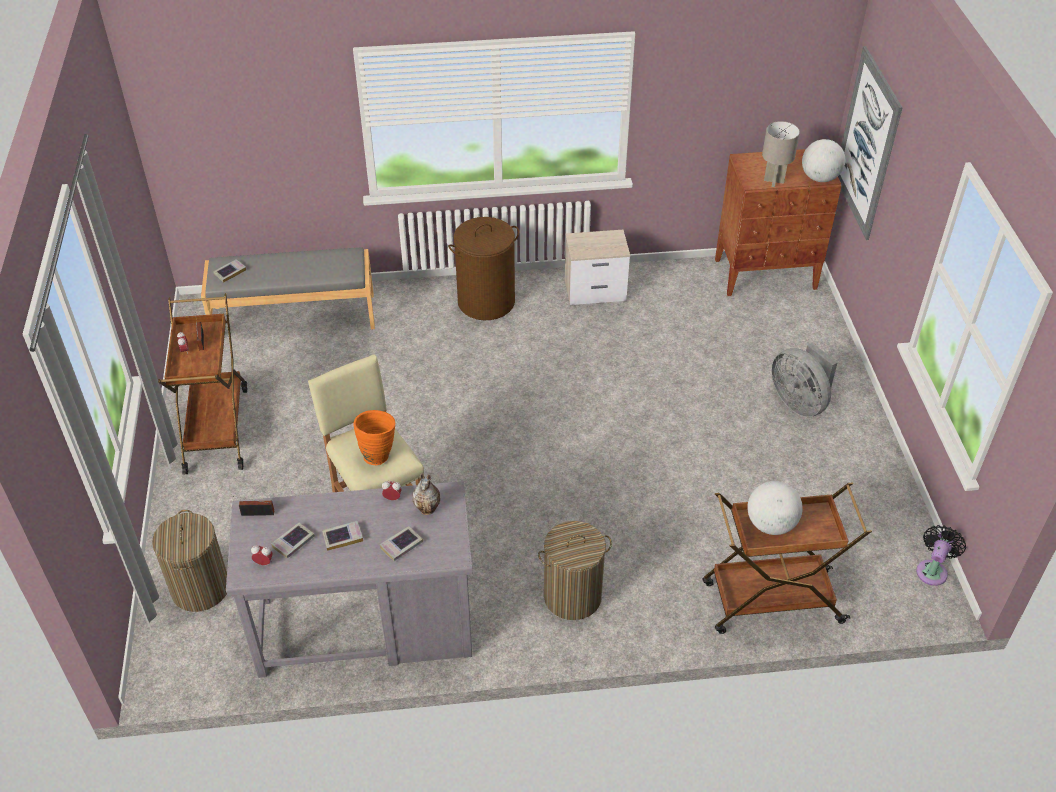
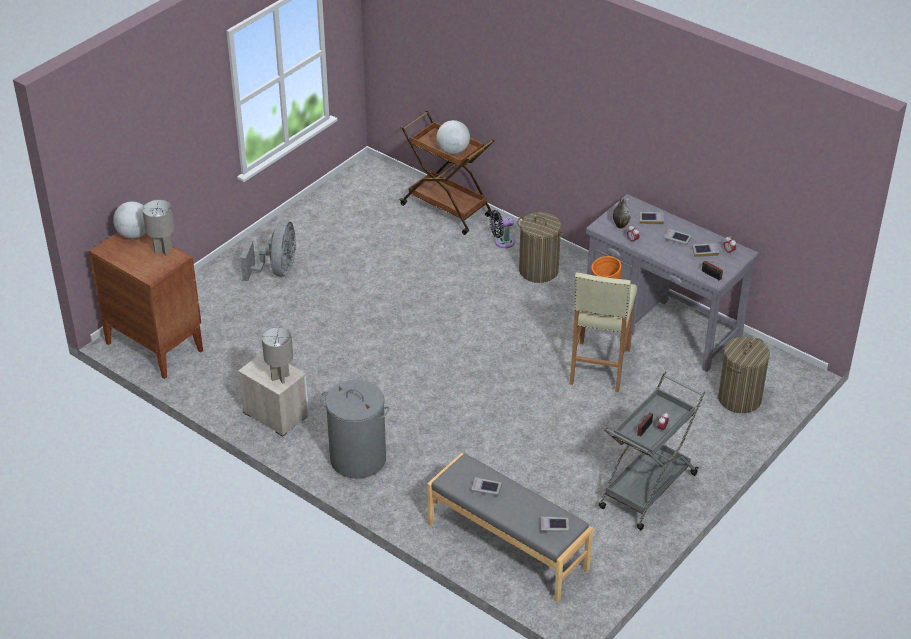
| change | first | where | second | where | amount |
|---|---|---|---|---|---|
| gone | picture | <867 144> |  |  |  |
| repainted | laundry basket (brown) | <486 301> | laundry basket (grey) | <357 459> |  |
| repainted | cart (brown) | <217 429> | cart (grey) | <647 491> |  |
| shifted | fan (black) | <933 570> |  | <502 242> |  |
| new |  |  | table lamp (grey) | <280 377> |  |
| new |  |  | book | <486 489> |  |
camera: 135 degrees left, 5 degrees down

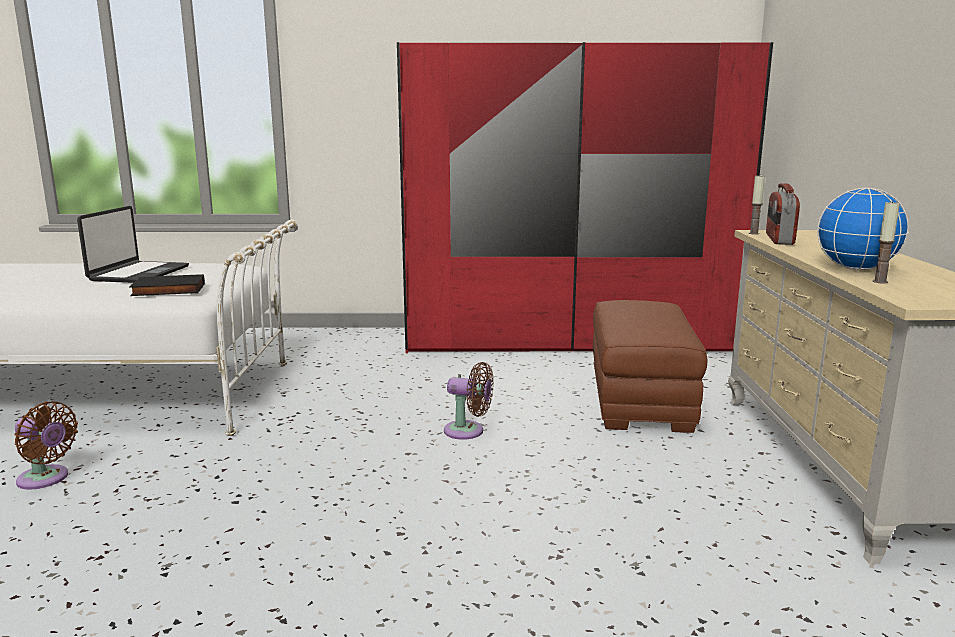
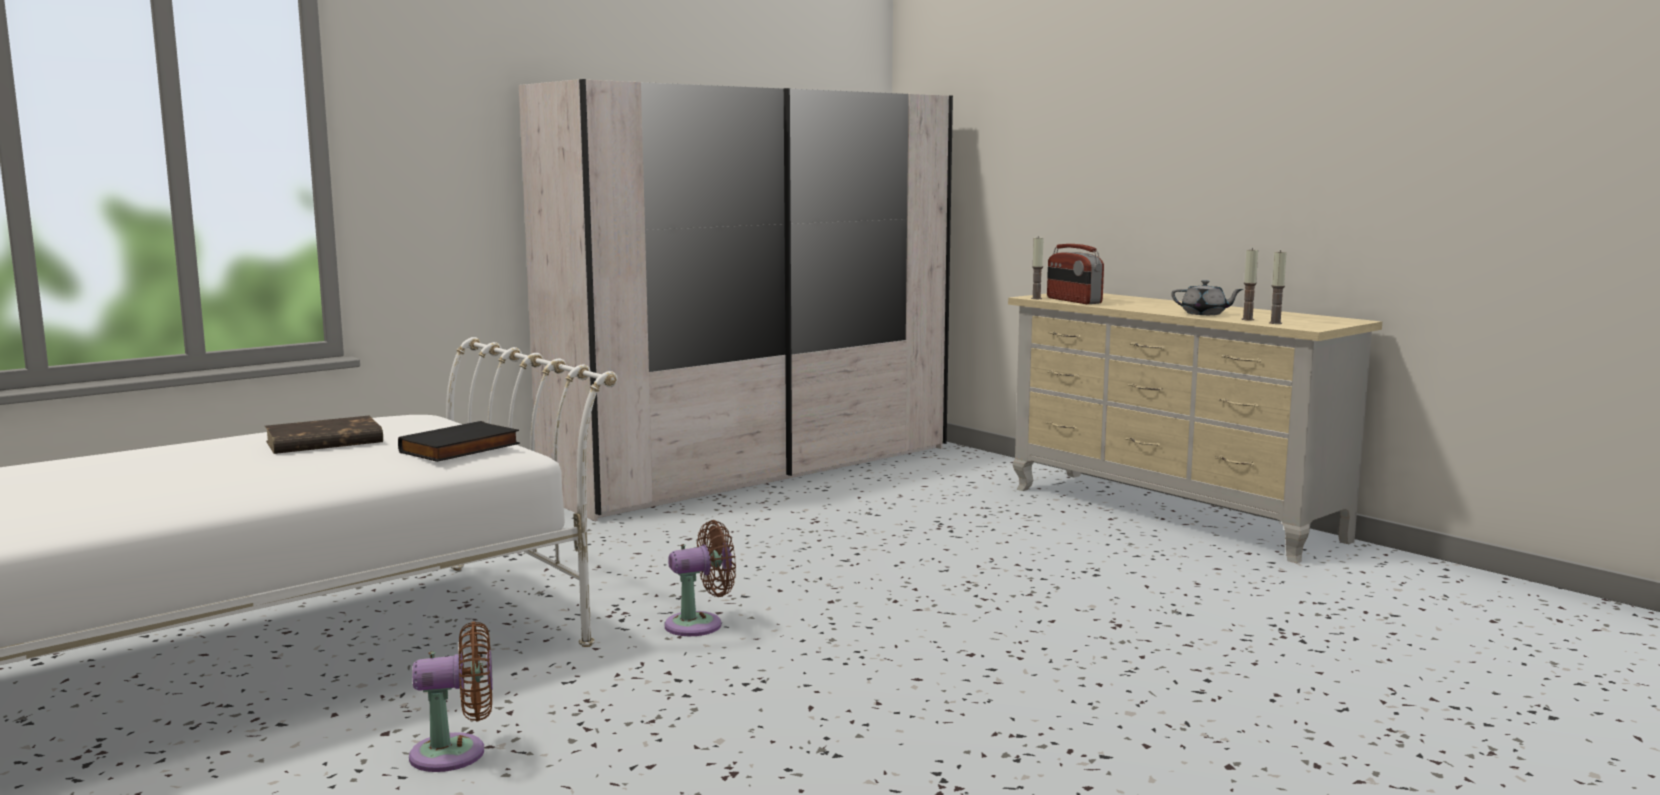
| change | first | where | second | where | amount |
|---|---|---|---|---|---|
| repainted | wardrobe (red) | <569 340> | wardrobe (white) | <757 470> |  |
| swapped | globe | <856 269> | teapot (grey) | <1204 314> |  |
| swapped | laptop | <138 274> | book (brown) | <323 442> |  |
| gone | ottoman (brown) | <641 400> |  |  |  |
| shifted | fan (brown) | <468 431> |  | <700 624> |  |
| new |  |  | candle | <1275 323> |  |
camera: 40 degrees left, 5 degrees down

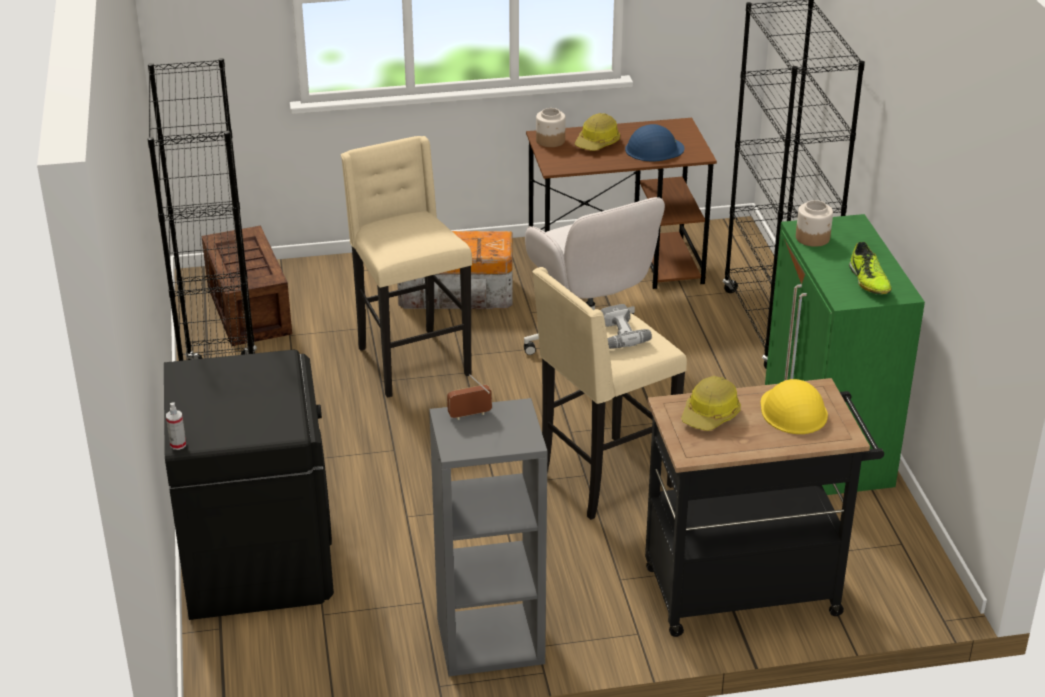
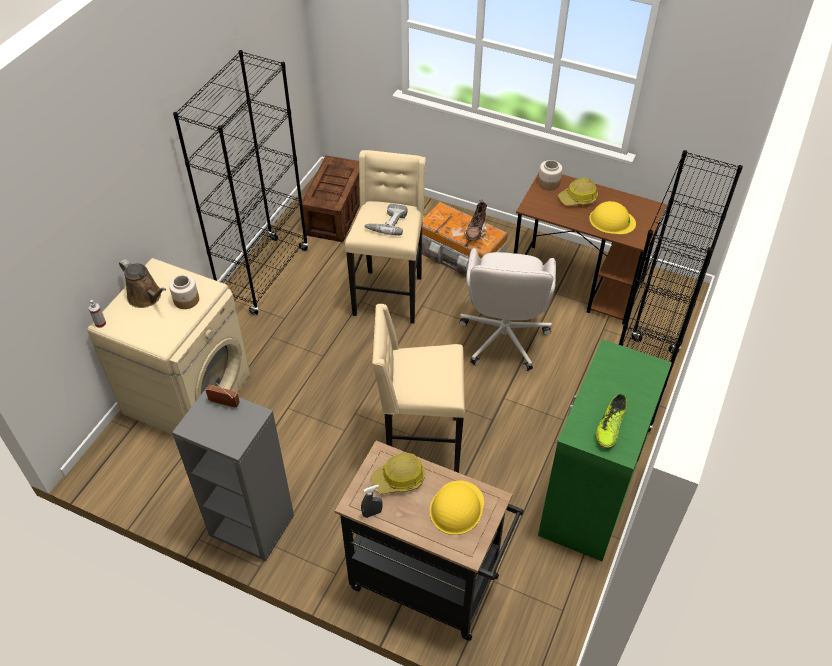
| change | first | where | second | where | amount |
|---|---|---|---|---|---|
| repainted | hard hat (blue) | <654 149> | hard hat (yellow) | <612 221> |  |
| shifted | jar | <813 238> |  | <186 300> |  |
| shifted | power drill | <613 335> |  | <387 223> |  |
| repainted | washing machine (black) | <259 557> | washing machine (beige) | <190 391> |  |
| new |  |  | boot (brown) | <475 232> |  |
| new |  |  | watering can (brown) | <146 297> |  |
| new |  |  | spray bottle (grey) | <372 513> |  |
camera: 35 degrees right, 15 degrees up

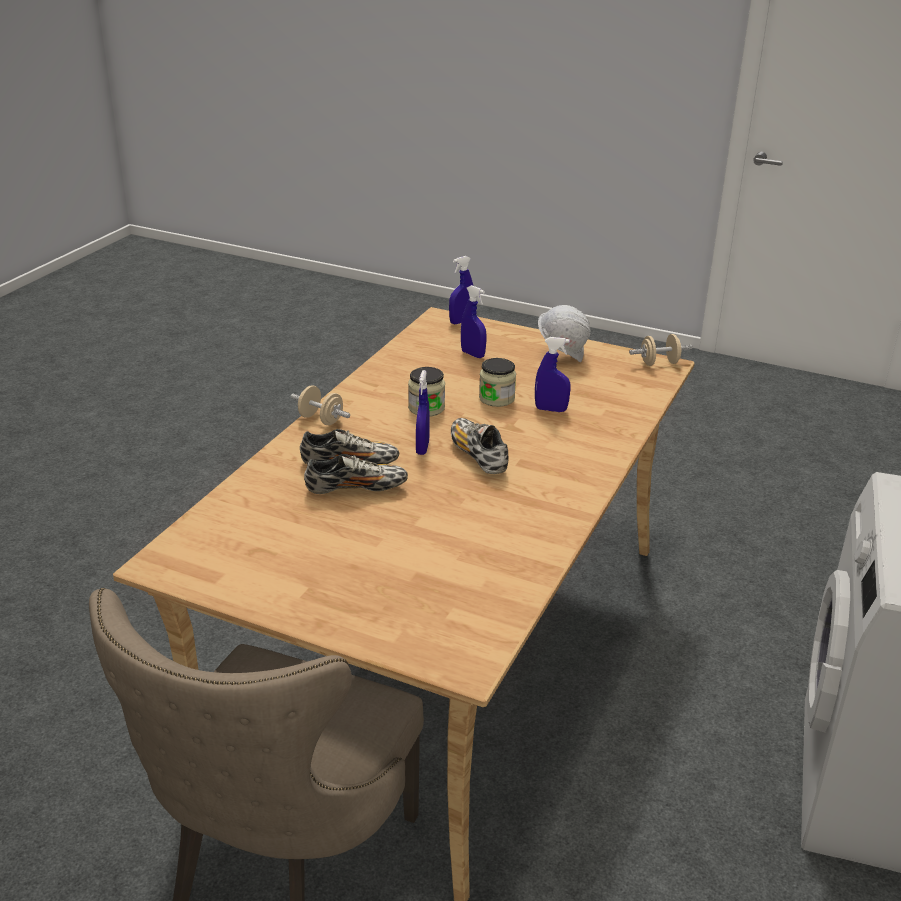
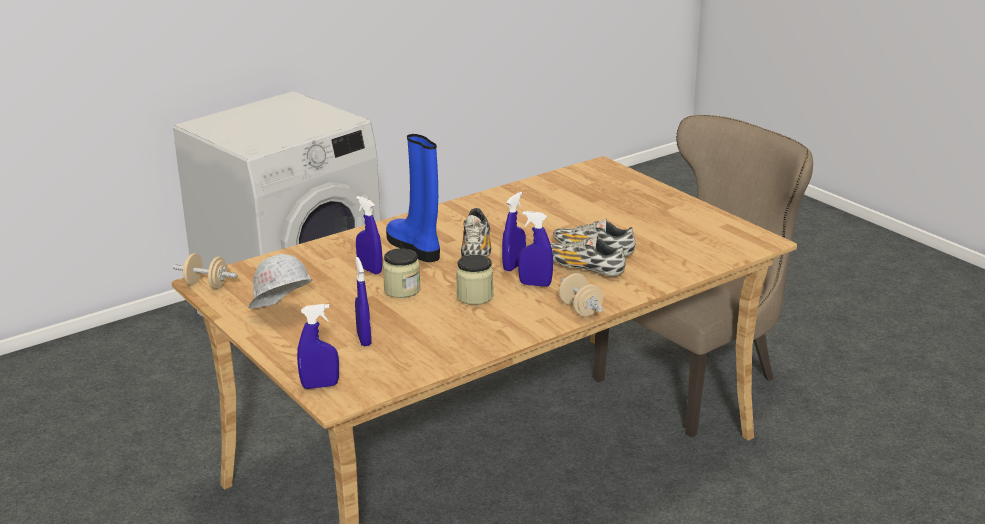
| change | first | where | second | where | amount |
|---|---|---|---|---|---|
| new |  |  | boot (blue) | <415 248> |  |
| new |  |  | spray bottle (blue) | <535 284> |  |
camera: 150 degrees left, 5 degrees down

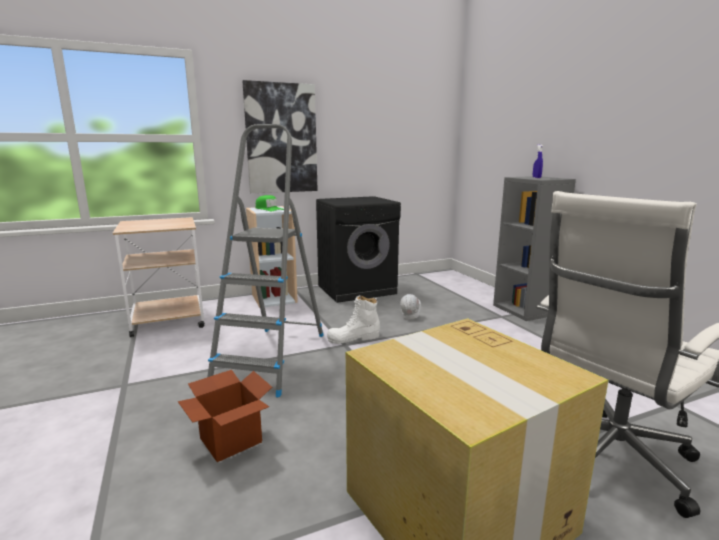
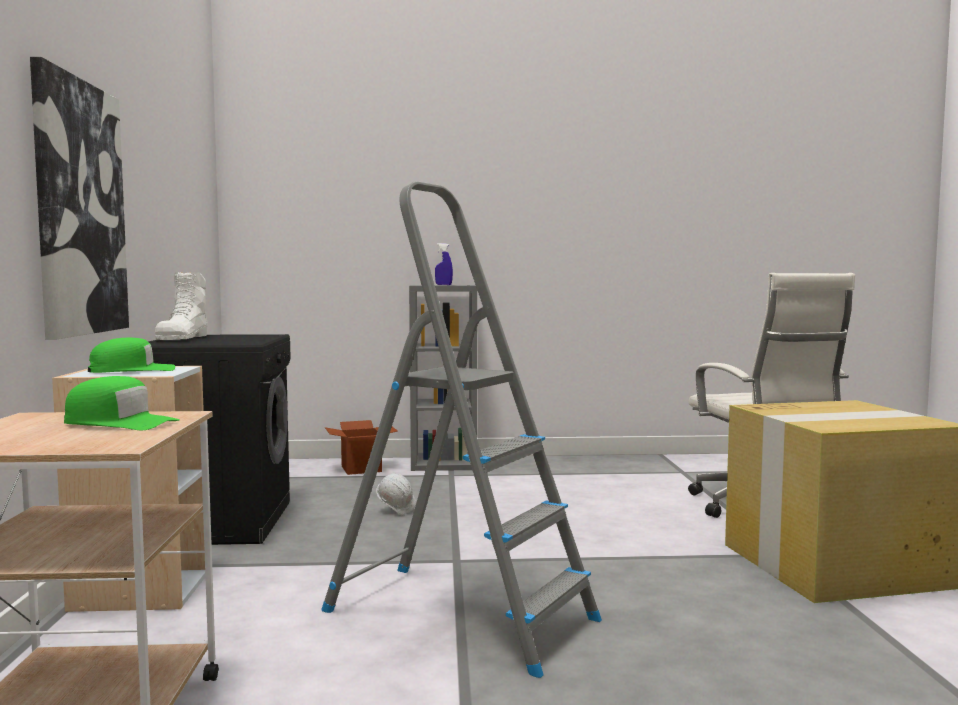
| change | first | where | second | where | amount |
|---|---|---|---|---|---|
| shifted | boot (white) | <354 338> |  | <183 338> |  |
| shifted | cardboard box | <231 440> |  | <361 469> |  |
| new |  |  | cap (green) | <120 423> |  |
camera: 70 degrees left, 10 degrees down

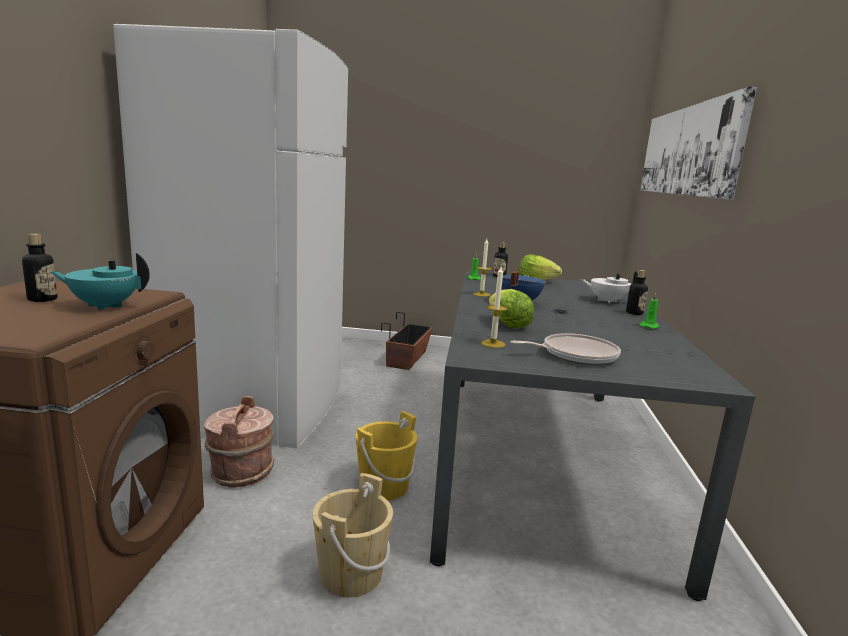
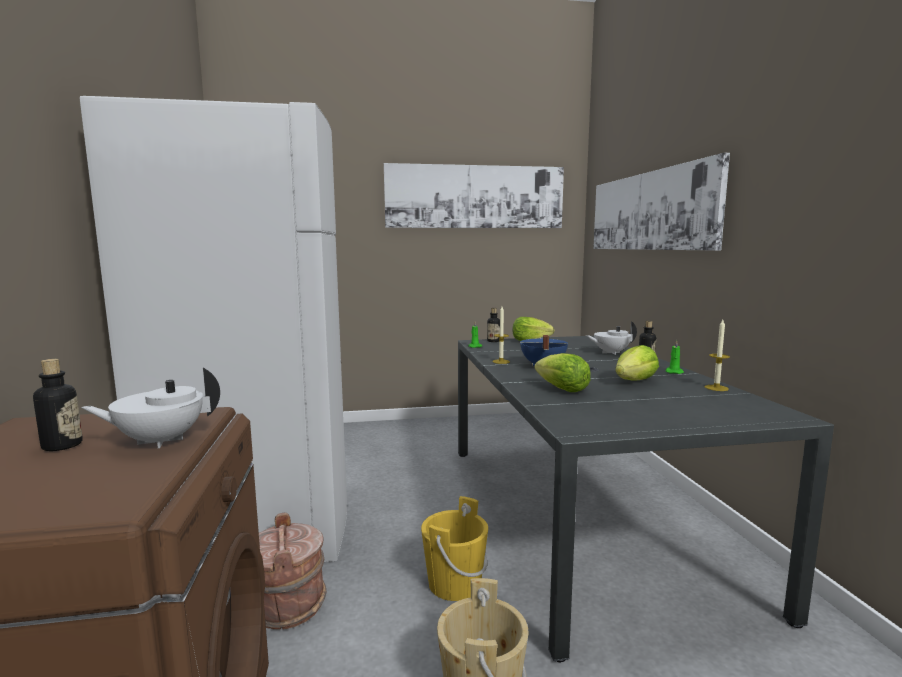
| change | first | where | second | where | amount |
|---|---|---|---|---|---|
| repainted | teapot (turquoise) | <105 306> | teapot (white) | <160 441> |  |
| shifted | candle | <493 343> |  | <716 388> |  |
| gone | planter | <407 358> |  |  |  |
| gone | frying pan | <575 355> |  |  |  |
| new |  |  | picture | <475 197> |  |
| new |  |  | lettuce | <635 381> |  |
camera: 15 degrees left, 5 degrees down

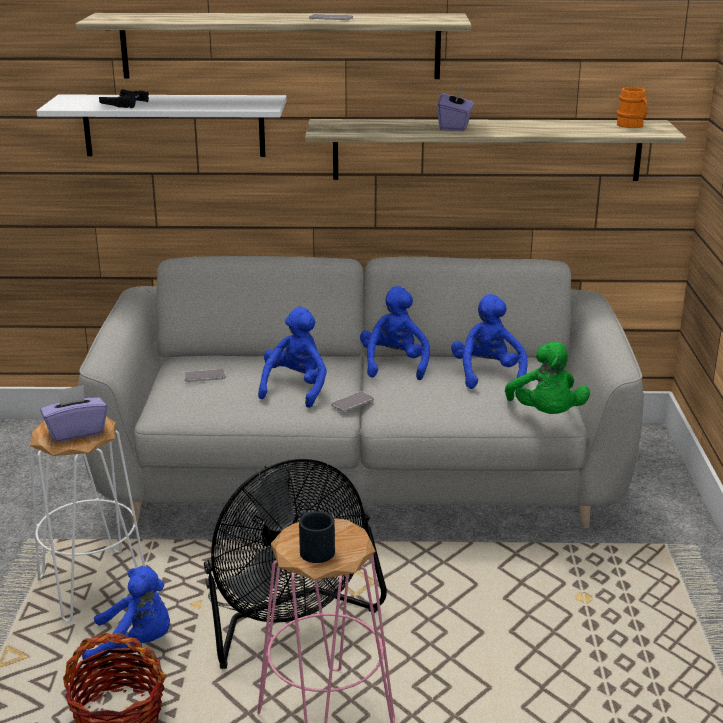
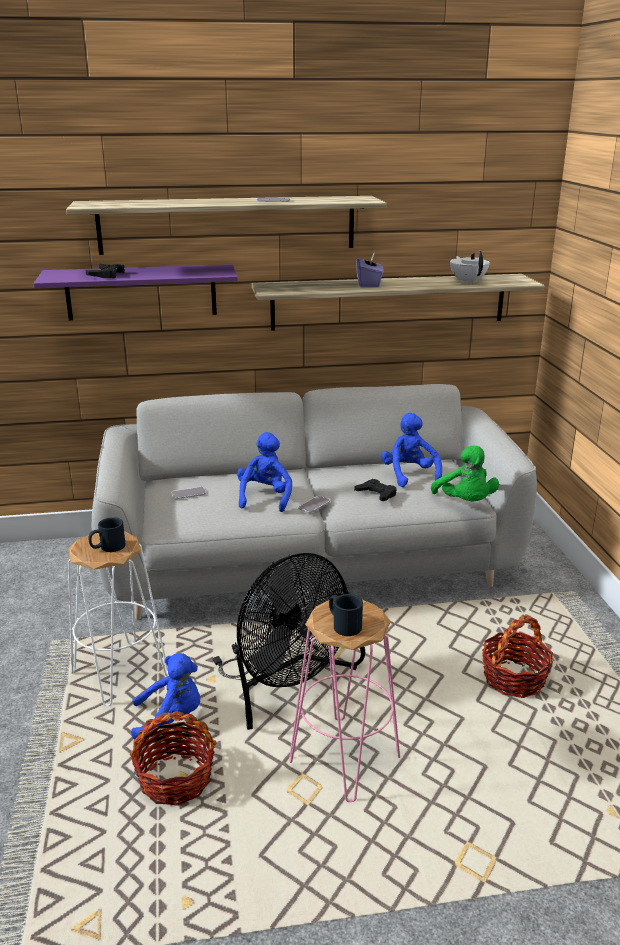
| change | first | where | second | where | amount |
|---|---|---|---|---|---|
| gone | mug (orange) | <632 126> |  |  |  |
| repainted | shelf (white) | <174 125> | shelf (purple) | <141 292> |  |
| gone | plush toy (blue) | <394 365> |  |  |  |
| swapped | tissue box (purple) | <76 431> | mug (black) | <107 547> |  |
| new |  |  | teapot (white) | <468 282> |  |
| new |  |  | game controller (black) | <376 494> |  |
| new |  |  | basket | <514 678> |  |
camera: 10 degrees left, 0 degrees up

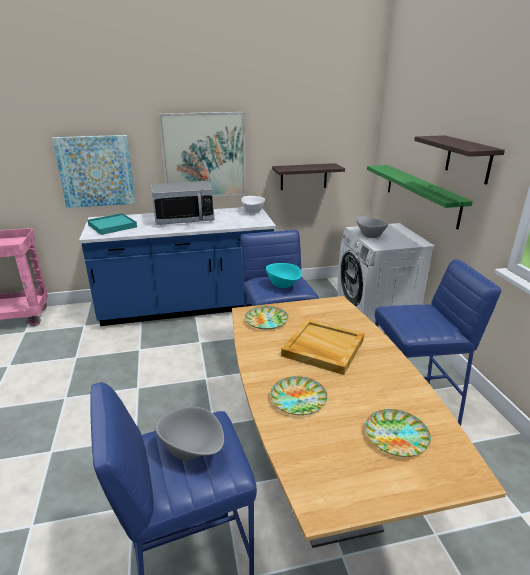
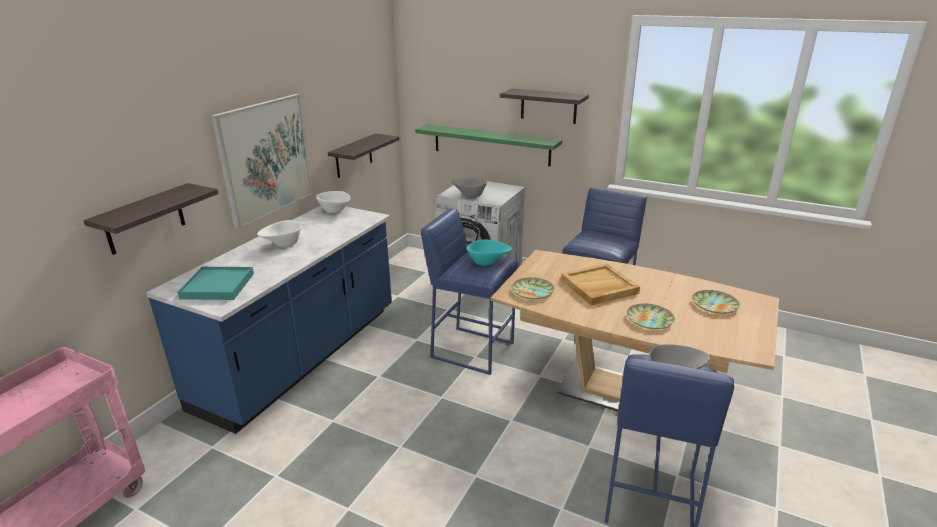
| change | first | where | second | where | amount |
|---|---|---|---|---|---|
| swapped | picture | <96 171> | shelf | <145 219> |  |
| swapped | microwave | <184 219> | bowl (white) | <283 244> |  |
camera: 50 degrees left, 0 degrees up

